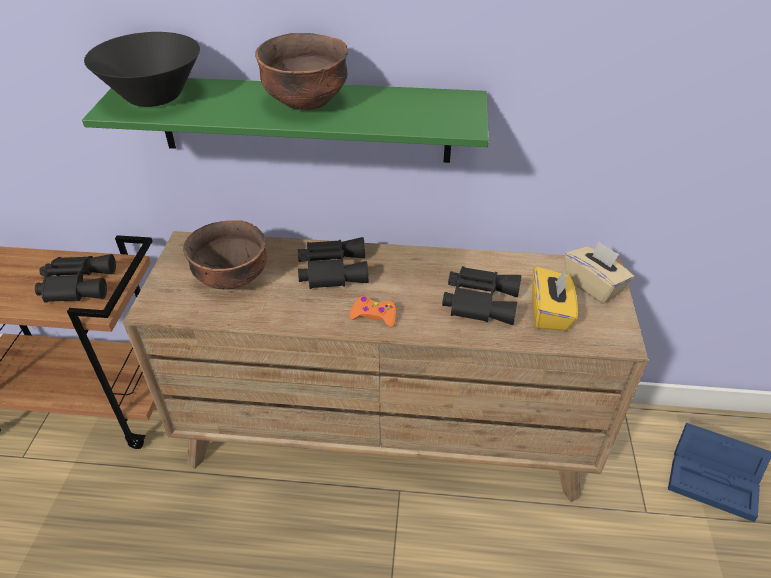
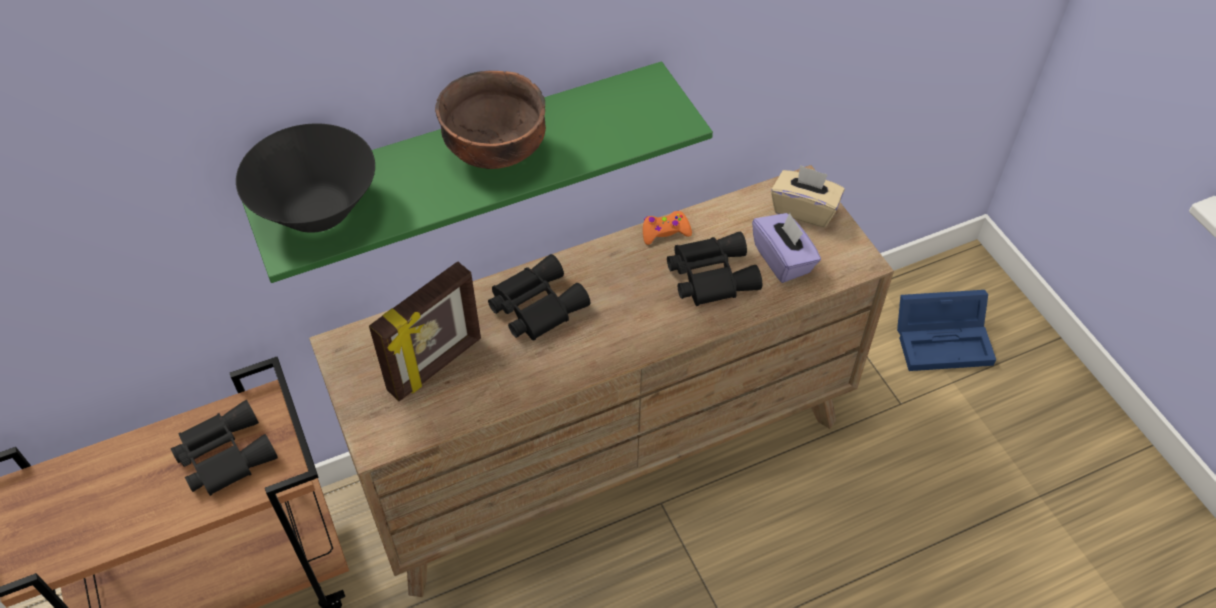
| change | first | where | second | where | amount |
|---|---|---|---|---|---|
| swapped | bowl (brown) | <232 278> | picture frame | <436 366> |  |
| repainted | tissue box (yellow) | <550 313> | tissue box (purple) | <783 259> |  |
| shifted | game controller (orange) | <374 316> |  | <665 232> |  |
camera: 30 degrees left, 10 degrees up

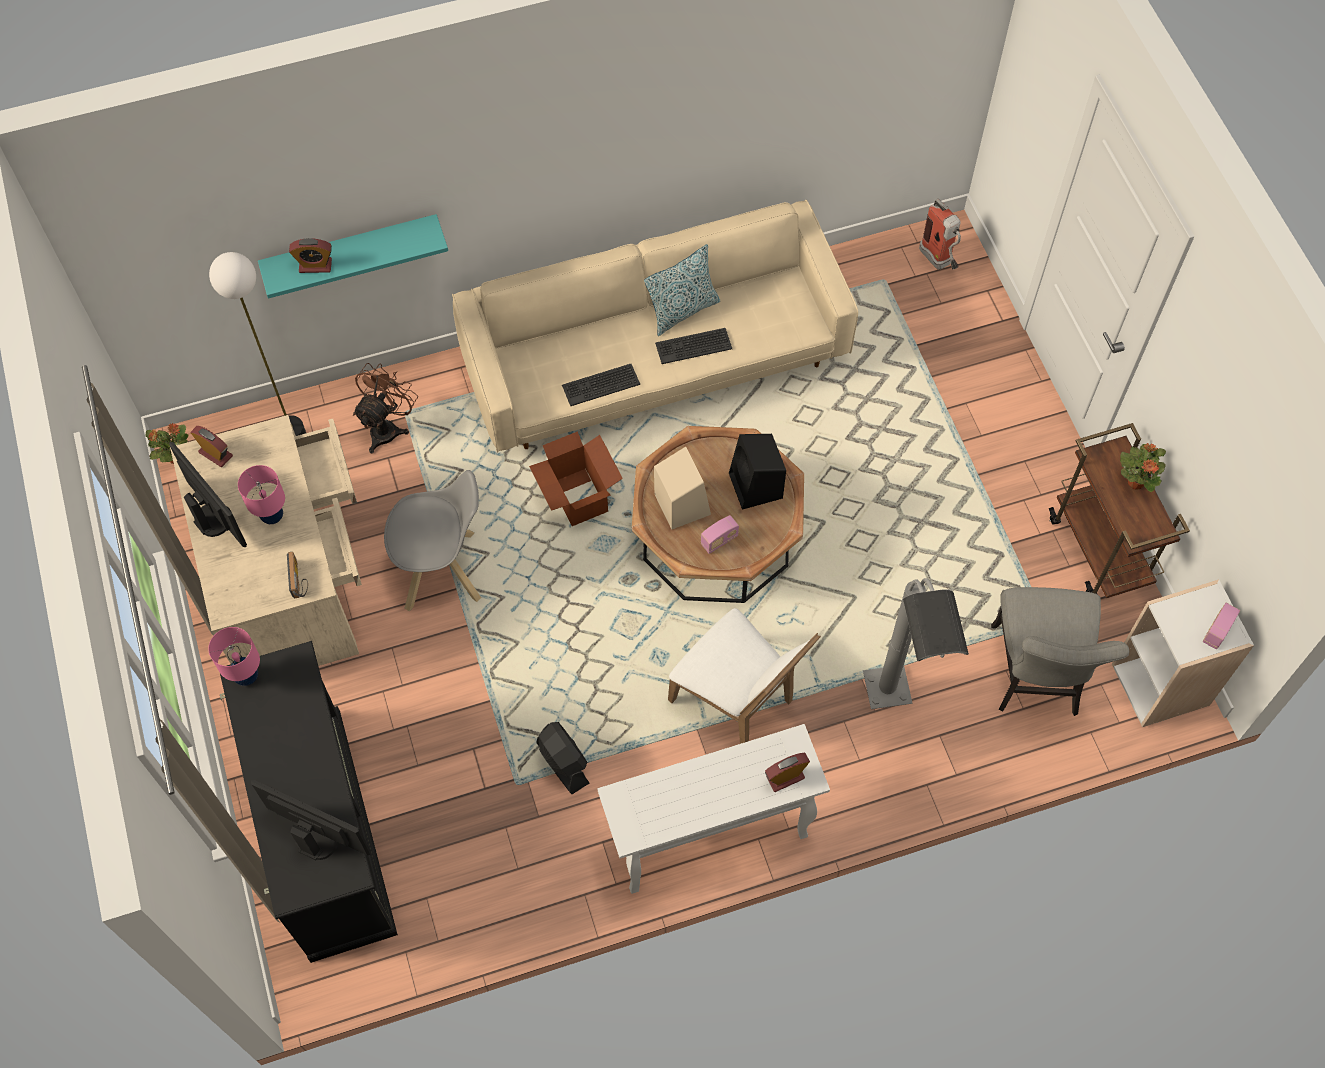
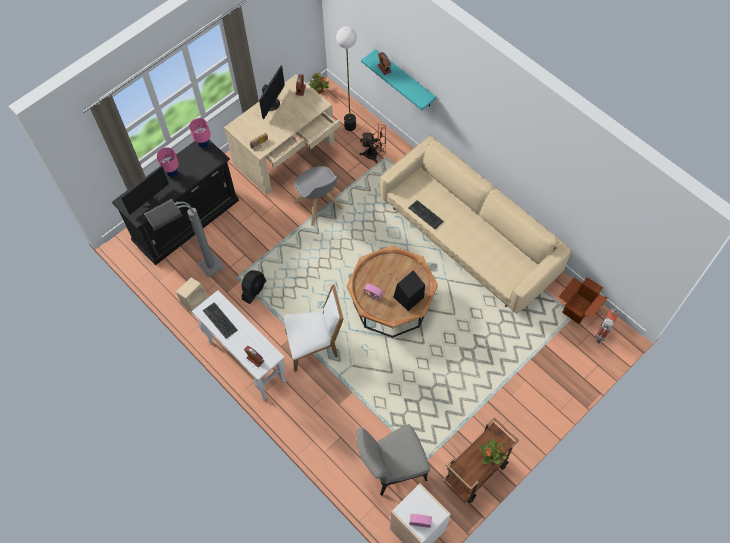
| change | first | where | second | where | amount |
|---|---|---|---|---|---|
| gone | pillow | <683 311> |  |  |  |
| shifted | keyboard | <693 346> |  | <220 320> |  |
| shifted | cardboard box | <578 498> |  | <577 308> |  |
| shifted | speaker (beige) | <681 503> |  | <196 301> |  |
| shifted | table lamp (pink) | <273 517> |  | <172 174> |  |
| shifted | floor lamp (grey) | <894 717> |  | <199 274> |  |
| rotated | chair (white) | <738 702> |  | <315 345> | 120 degrees counterclockwise |
| rotated | monitor | <318 837> |  | <148 200> | 45 degrees clockwise |
camera: 65 degrees right, 0 degrees up

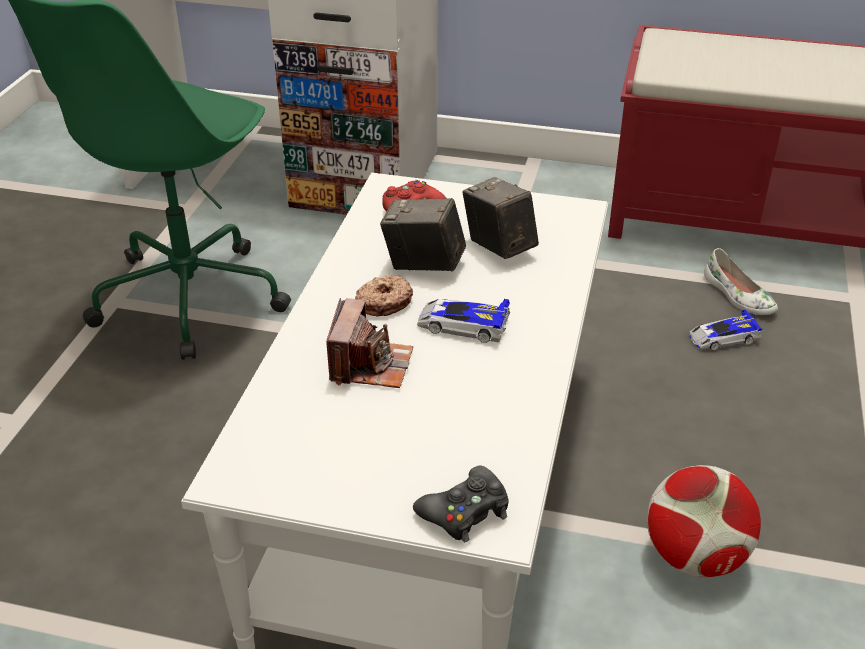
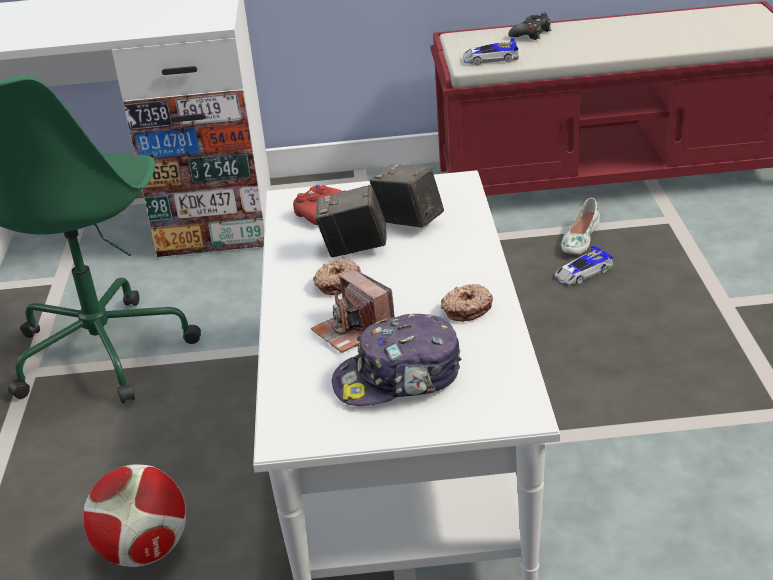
| change | first | where | second | where | amount |
|---|---|---|---|---|---|
| rotated | shoe (white) | <737 296> |  | <579 238> | 75 degrees clockwise |
| rotated | photo camera | <370 365> |  | <353 330> | 150 degrees clockwise |
| shifted | toy car | <462 325> |  | <490 59> |  |
| shifted | game controller (black) | <465 512> |  | <531 34> |  |
| shifted | football | <695 556> |  | <145 550> |  |
| new |  |  | donut | <466 309> |  |
| new |  |  | cap | <399 378> |  |
camera: 15 degrees left, 5 degrees down

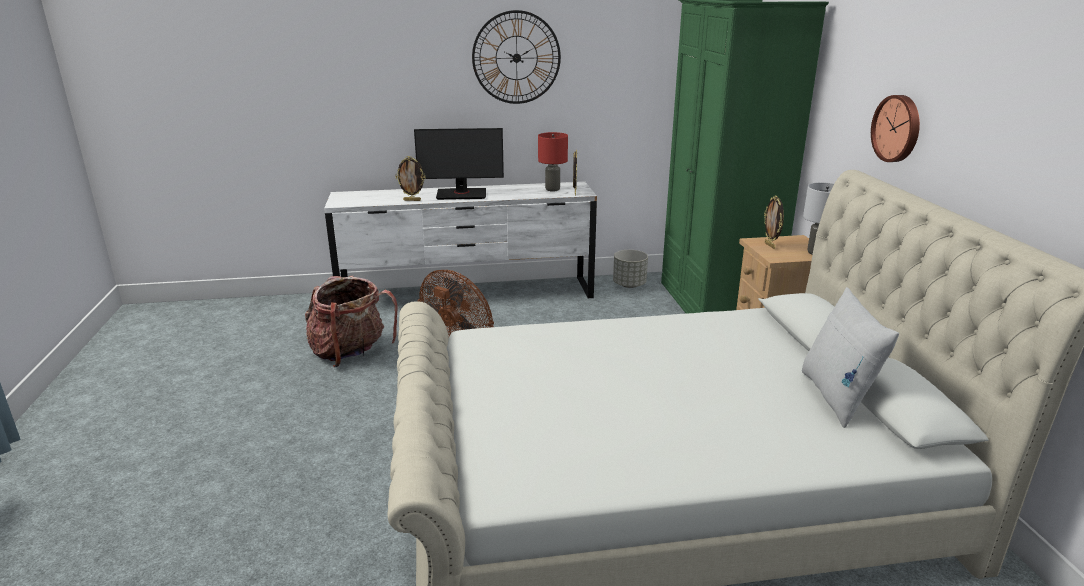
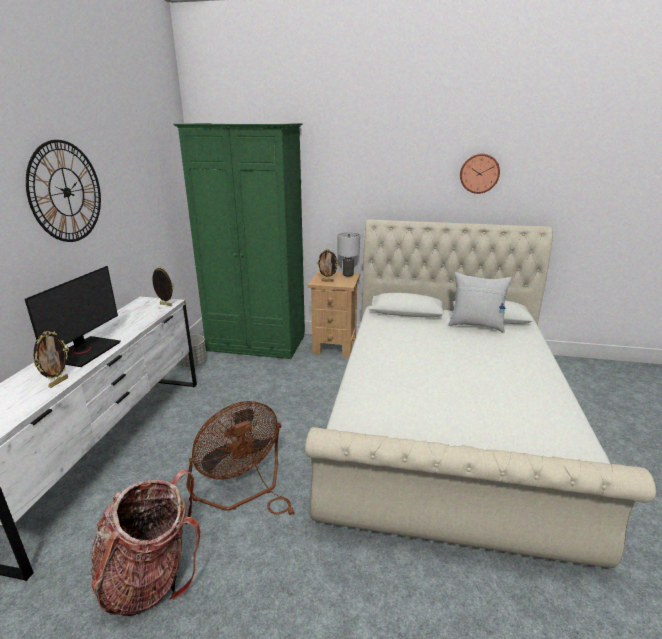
| change | first | where | second | where | amount |
|---|---|---|---|---|---|
| shifted | wall clock | <897 128> |  | <479 173> |  |
| gone | table lamp (red) | <552 189> |  |  |  |
camera: 70 degrees left, 0 degrees up

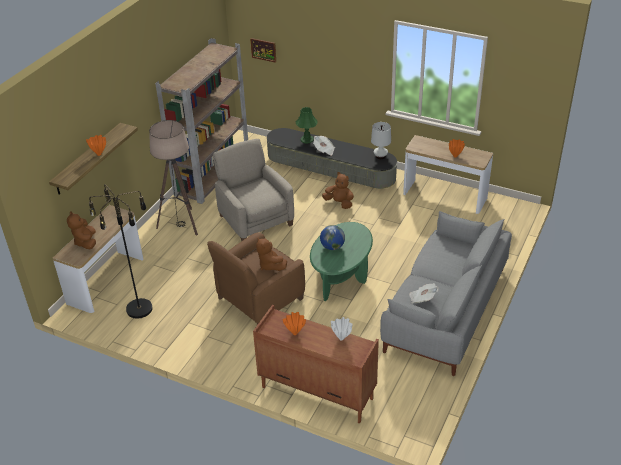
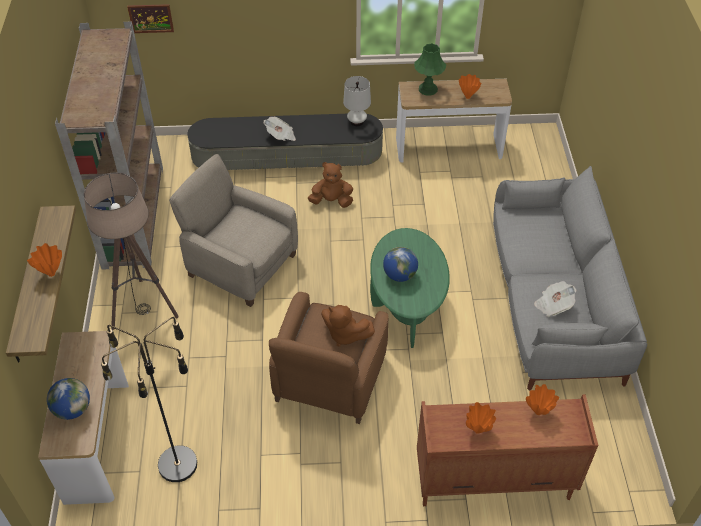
| change | first | where | second | where | amount |
|---|---|---|---|---|---|
| shifted | table lamp (green) | <307 139> |  | <428 89> |  |
| swapped | plush toy (brown) | <86 242> | globe | <73 409> |  |
| repainted | vase (white) | <341 338> | vase (orange) | <539 412> |  |
camera: 30 degrees left, 10 degrees up

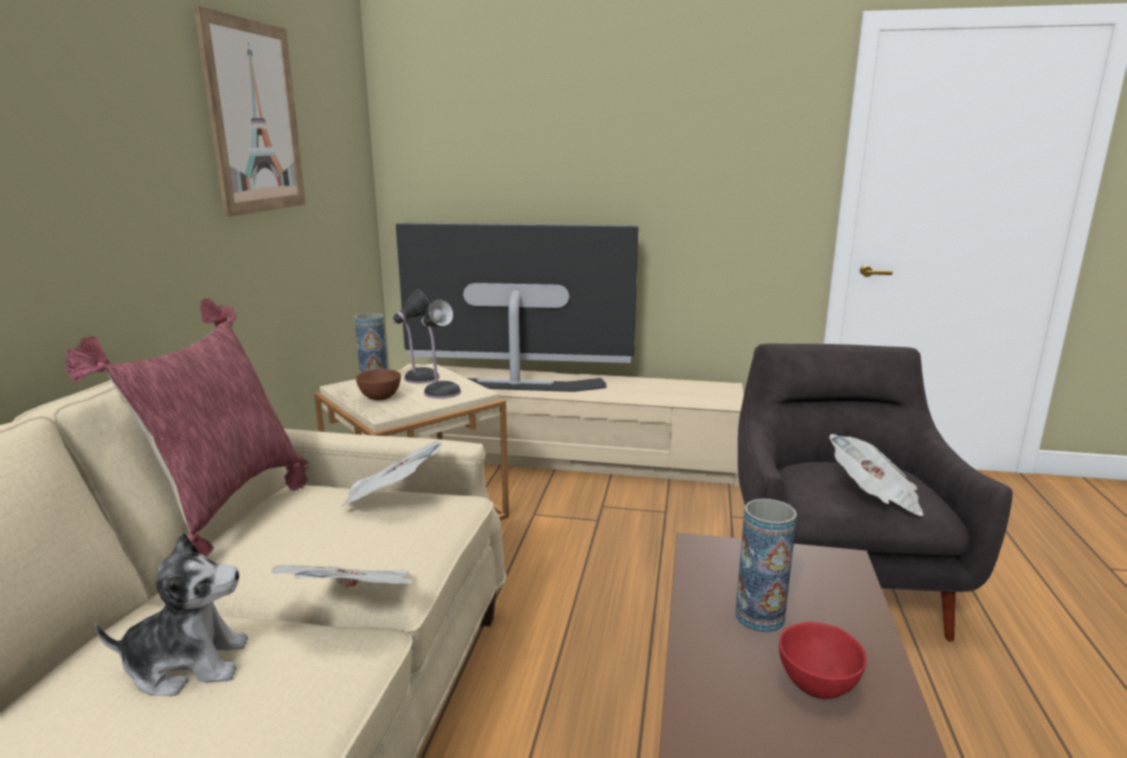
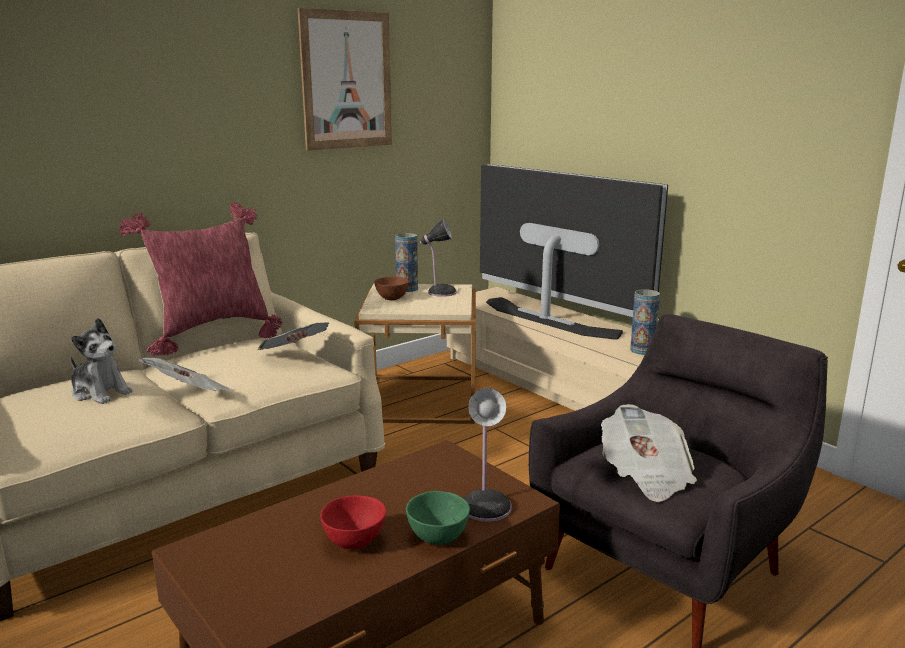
| change | first | where | second | where | amount |
|---|---|---|---|---|---|
| shifted | table lamp | <441 391> |  | <486 505> |  |
| shifted | vase | <759 617> |  | <642 350> |  |
| new |  |  | bowl (green) | <437 537> |  |
camera: 40 degrees right, 0 degrees up

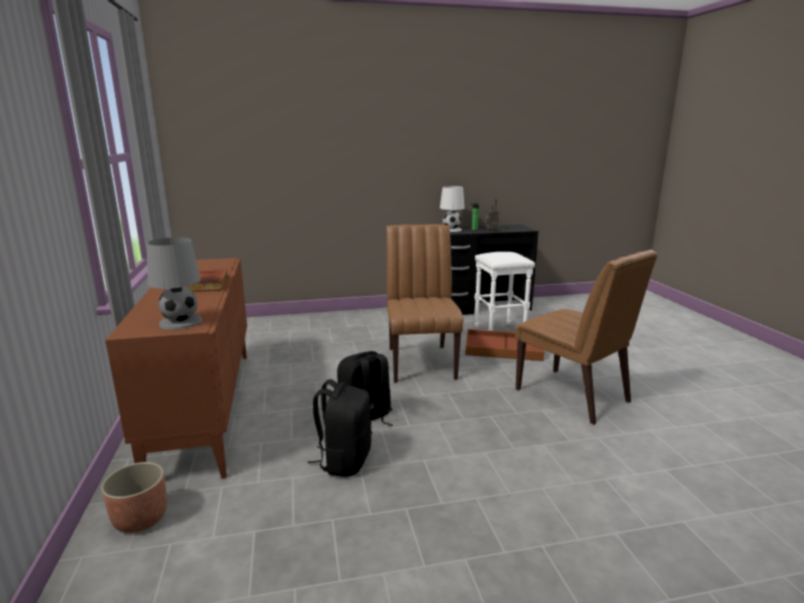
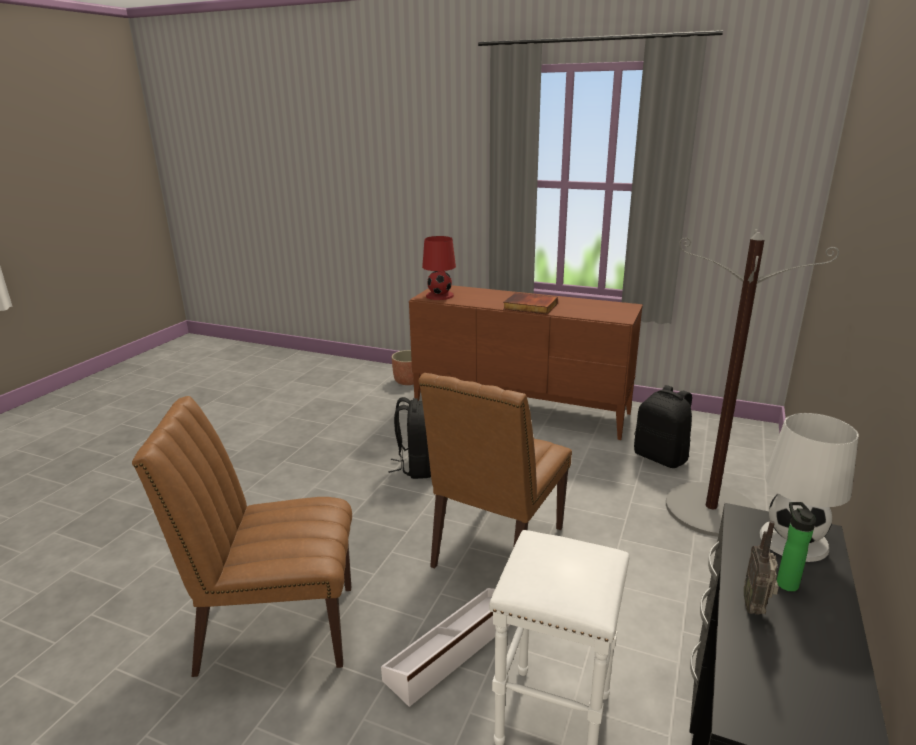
| change | first | where | second | where | amount |
|---|---|---|---|---|---|
| rotated | chair (brown) | <421 363> |  | <498 546> | 90 degrees clockwise |
| repainted | table lamp (grey) | <180 322> | table lamp (red) | <439 295> |  |
| repainted | storage box (brown) | <504 353> | storage box (white) | <453 650> |  |
| shifted | backpack (black) | <344 460> |  | <661 457> |  |
| new |  |  | clothes rack (grey) | <711 509> |  |
camera: 125 degrees right, 5 degrees up

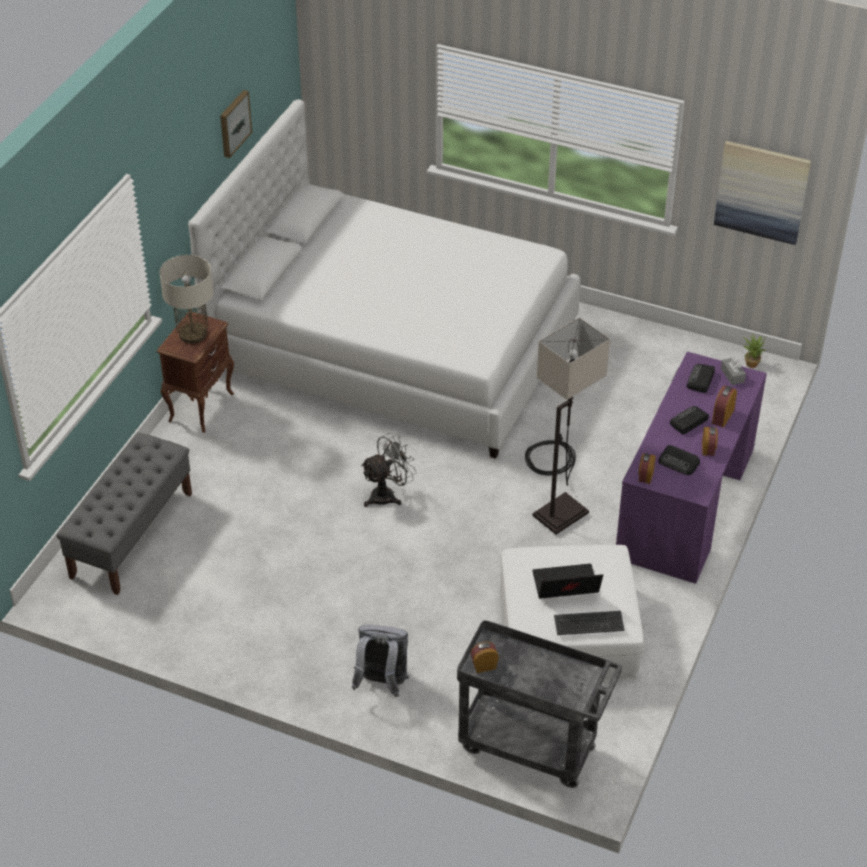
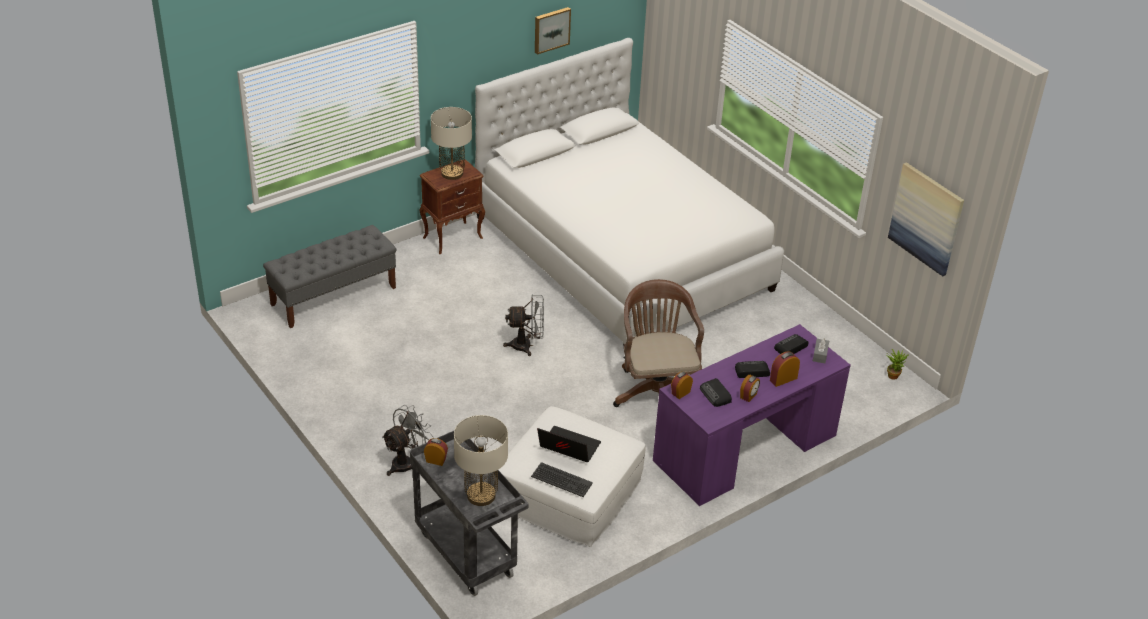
| change | first | where | second | where | amount |
|---|---|---|---|---|---|
| swapped | floor lamp | <556 484> | office chair (brown) | <656 391> |  |
| swapped | backpack (grey) | <381 683> | fan (grey) | <407 462> |  |
| new |  |  | table lamp | <481 495> |  |
camera: 30 degrees right, 5 degrees down

